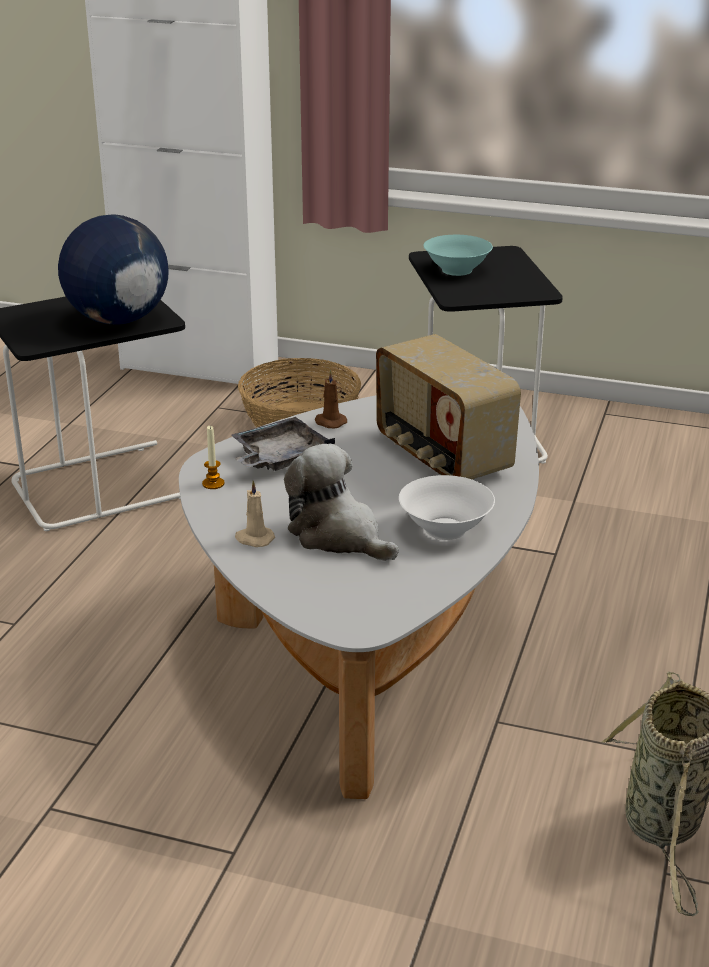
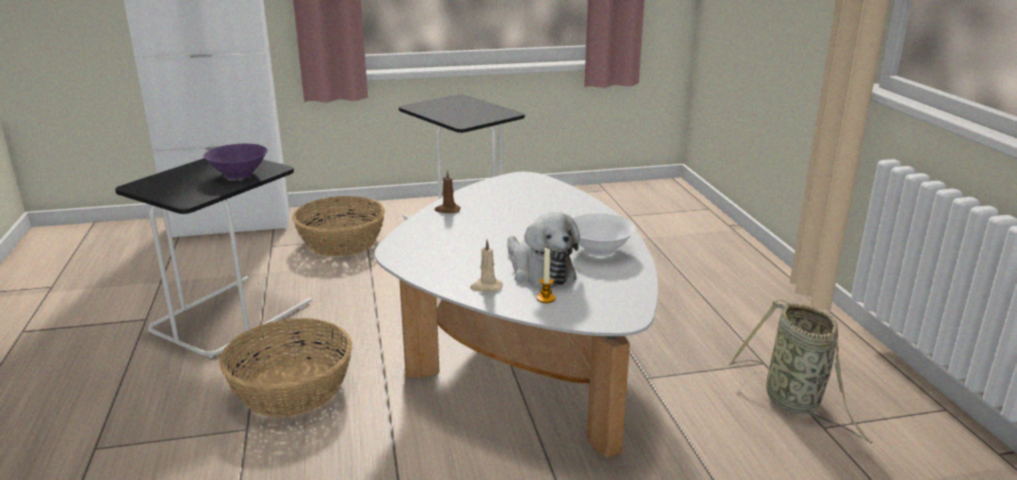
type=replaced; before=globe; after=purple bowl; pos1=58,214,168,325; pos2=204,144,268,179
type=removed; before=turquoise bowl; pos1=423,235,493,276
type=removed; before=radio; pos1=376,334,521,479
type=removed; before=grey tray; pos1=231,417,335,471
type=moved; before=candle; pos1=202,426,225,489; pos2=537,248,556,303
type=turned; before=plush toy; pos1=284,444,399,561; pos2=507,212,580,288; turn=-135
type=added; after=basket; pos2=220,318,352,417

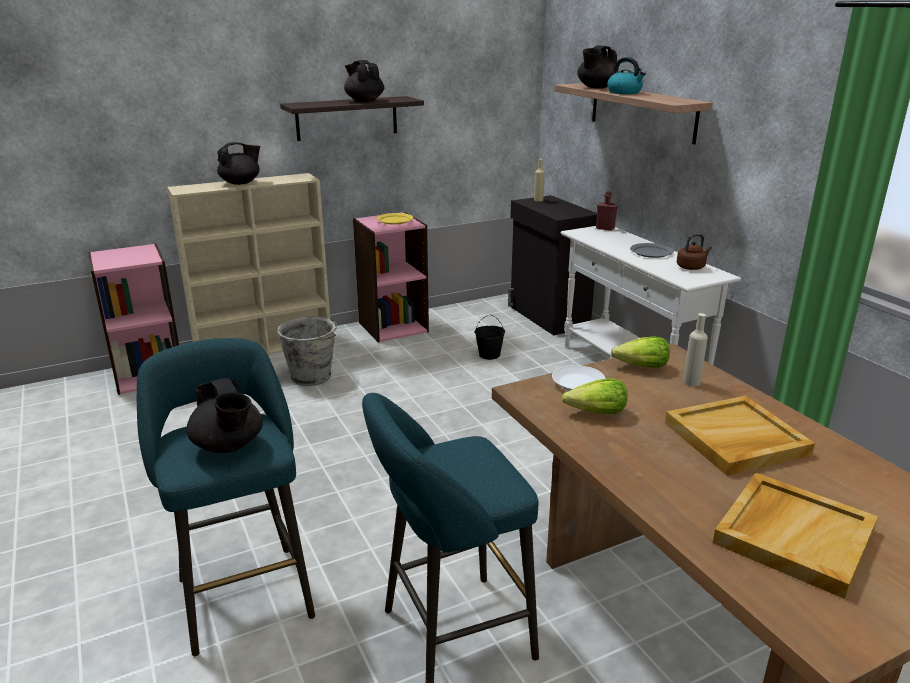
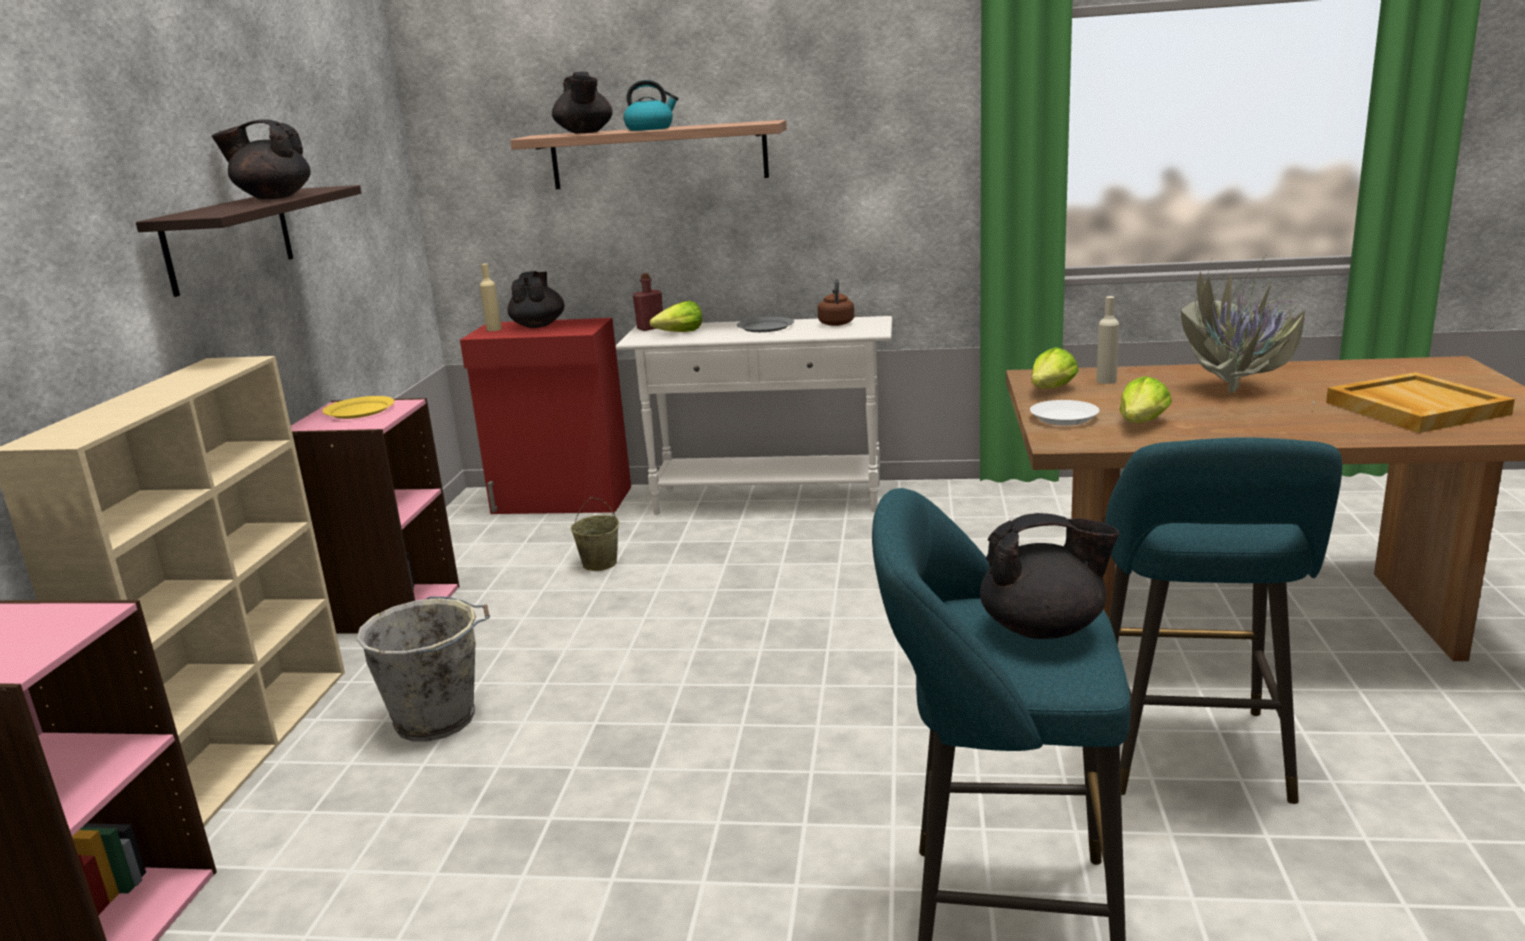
type=moved; before=black teapot; pos1=217,142,260,185; pos2=507,271,564,328
type=recoloured; before=black cabinet; after=red cabinet; pos1=508,195,597,335; pos2=460,318,631,514
type=recoloured; before=black bucket; after=beige bucket; pos1=475,314,505,360; pos2=571,497,619,571
type=replaced; before=beige tray; after=potted plant; pos1=665,396,815,476; pos2=1181,253,1315,404
type=added; after=lettuce; pos2=650,301,702,332

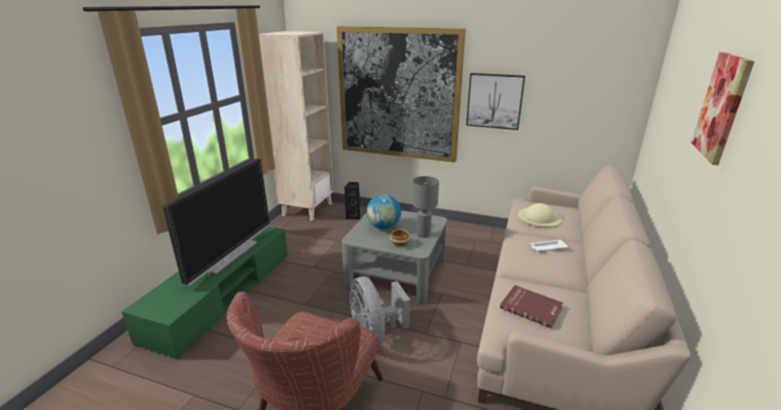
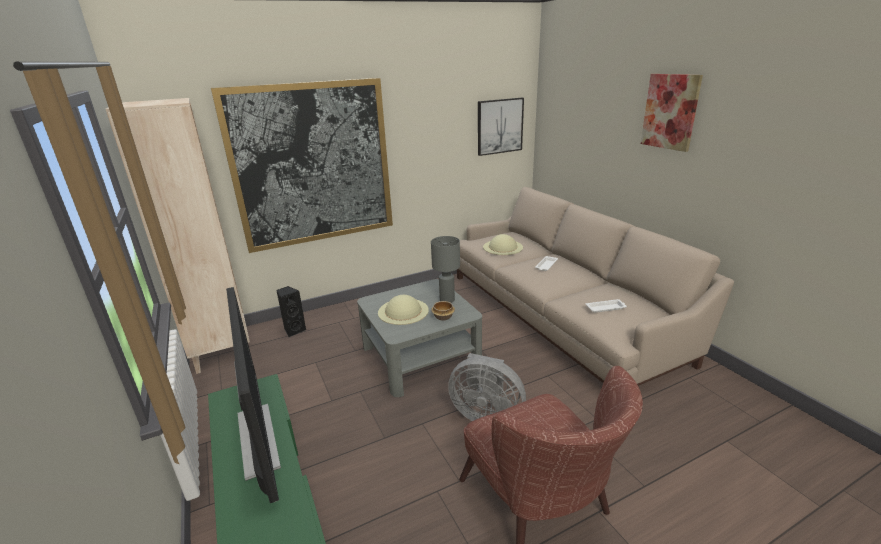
type=moved; before=picture; pos1=466,73,525,130; pos2=478,98,524,156
type=replaced; before=globe; after=beige hat; pos1=366,195,401,229; pos2=378,295,429,325
type=replaced; before=red book; after=white tray; pos1=500,285,563,328; pos2=585,299,627,313

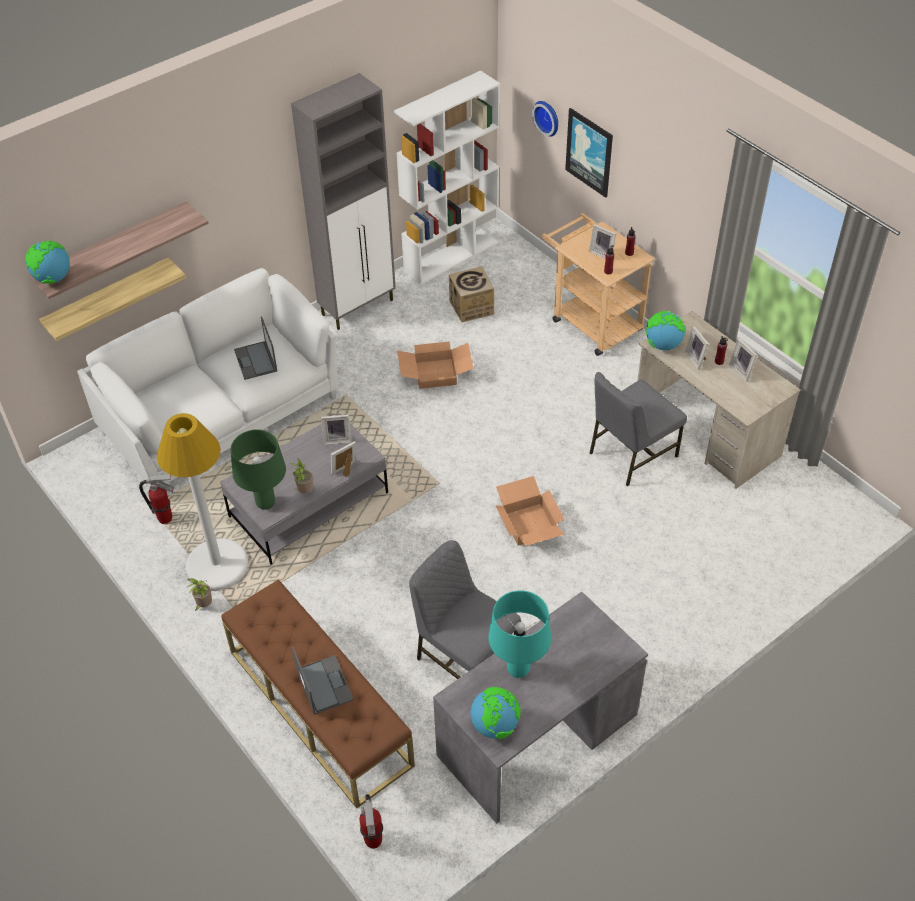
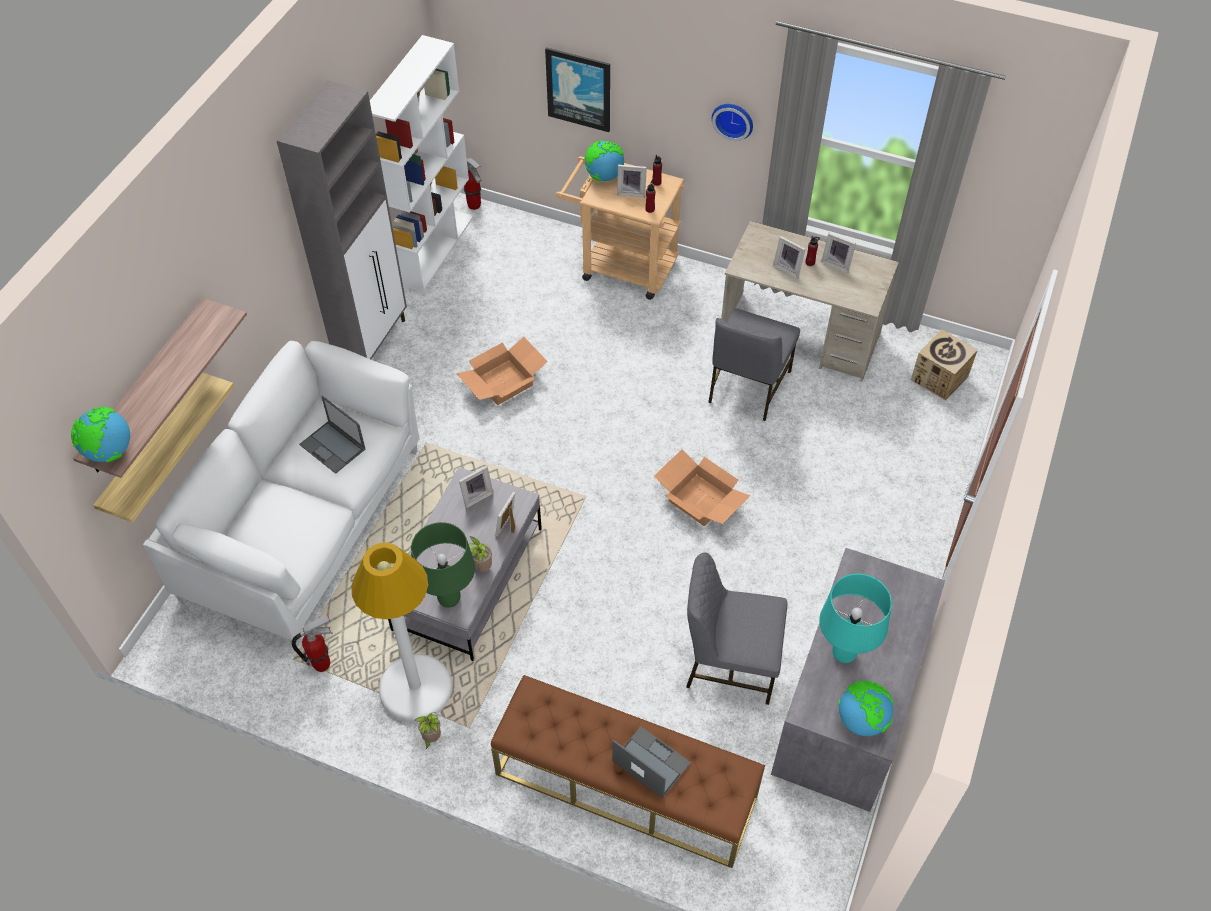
type=moved; before=wall clock; pos1=532,101,558,137; pos2=712,104,753,141
type=moved; before=cardboard box; pos1=449,266,494,322; pos2=911,329,978,400
type=moved; before=globe; pos1=646,311,686,350; pos2=585,140,624,181
type=moved; before=fire extinguisher; pos1=359,794,383,849; pos2=464,158,482,210

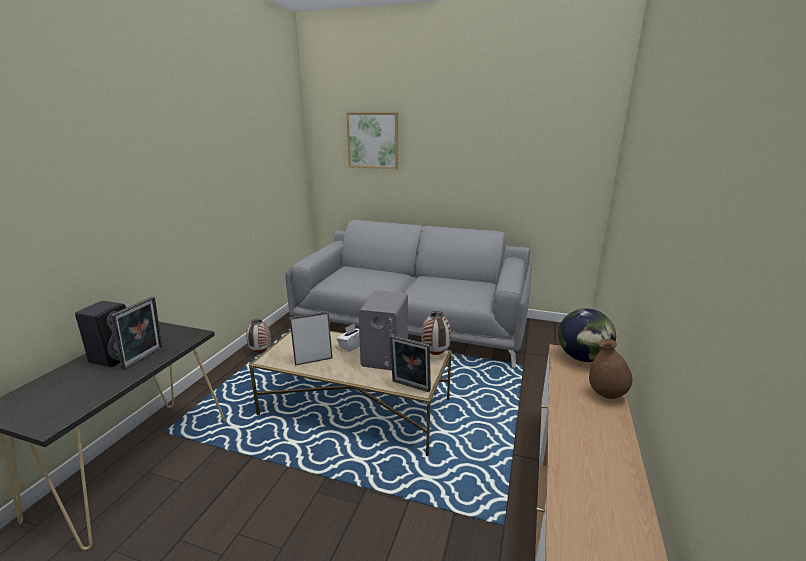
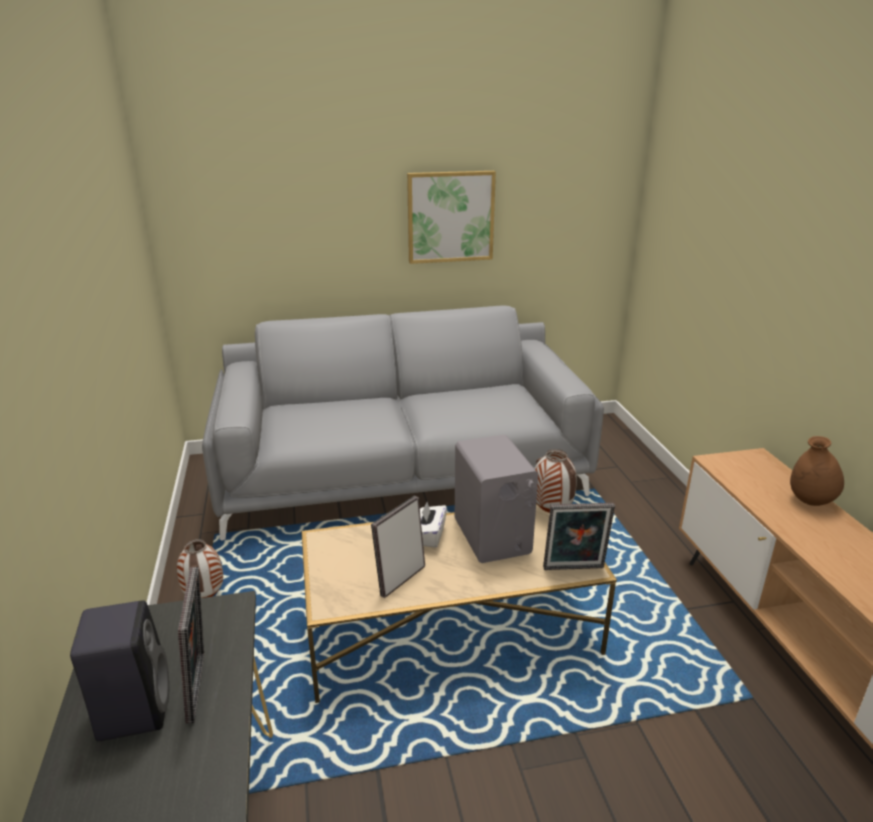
type=moved; before=picture; pos1=346,112,398,169; pos2=407,171,496,264
type=removed; before=globe; pos1=558,309,616,362

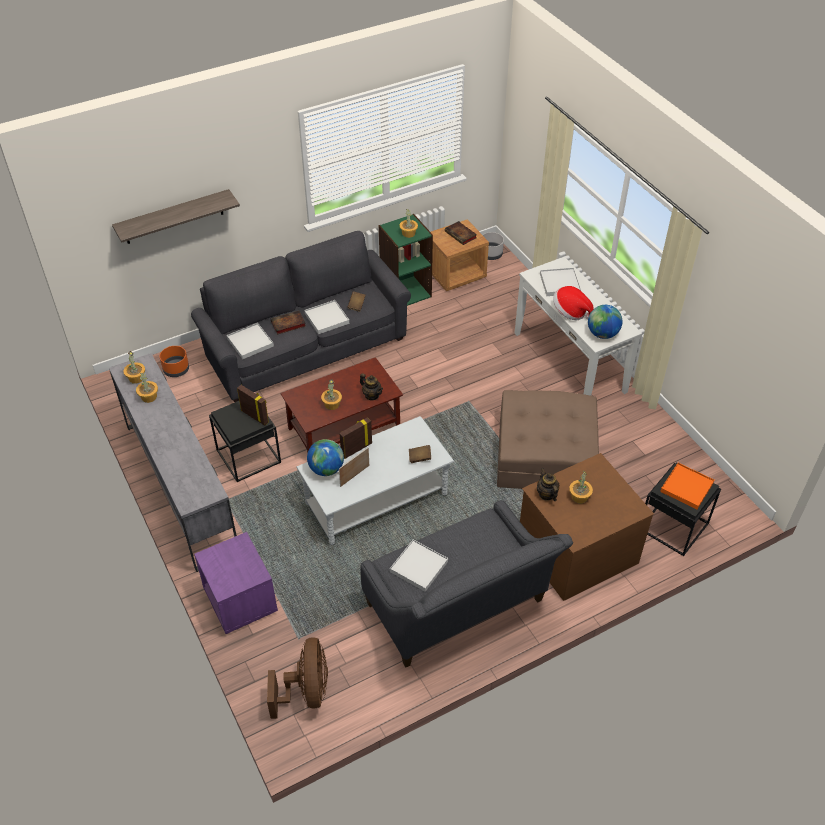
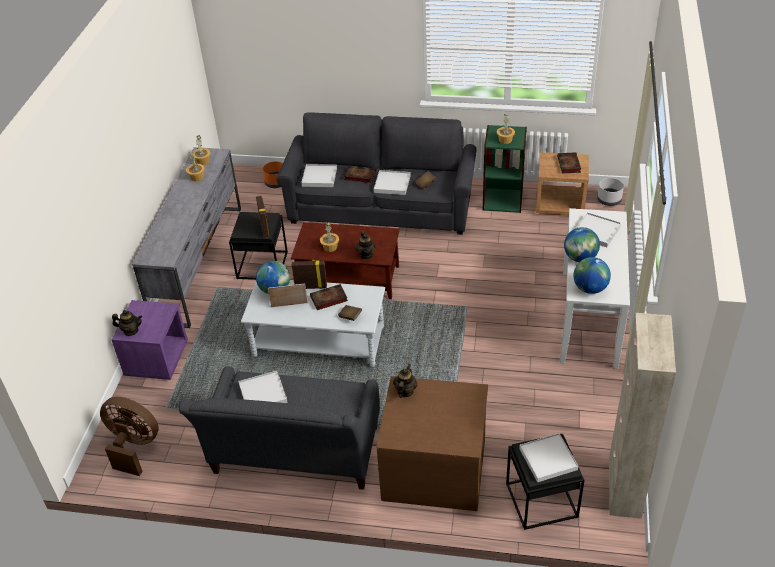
type=removed; before=shelf; pos1=112,189,240,244
type=replaced; before=hat; after=globe; pos1=553,286,594,321; pos2=564,227,600,262
type=removed; before=brown ottoman; pos1=497,390,599,489
type=recoloured; before=orange tray; after=white tray; pos1=660,463,714,509; pos2=519,433,578,482
type=removed; before=potted plant; pos1=569,471,593,503
type=turned; before=brown fan; pos1=267,637,328,719; pos2=100,397,159,476; turn=-105
type=added; after=book; pos2=310,284,348,310
type=added; after=teapot; pos2=112,310,142,336
type=added; after=beige cabinet; pos2=609,313,676,519

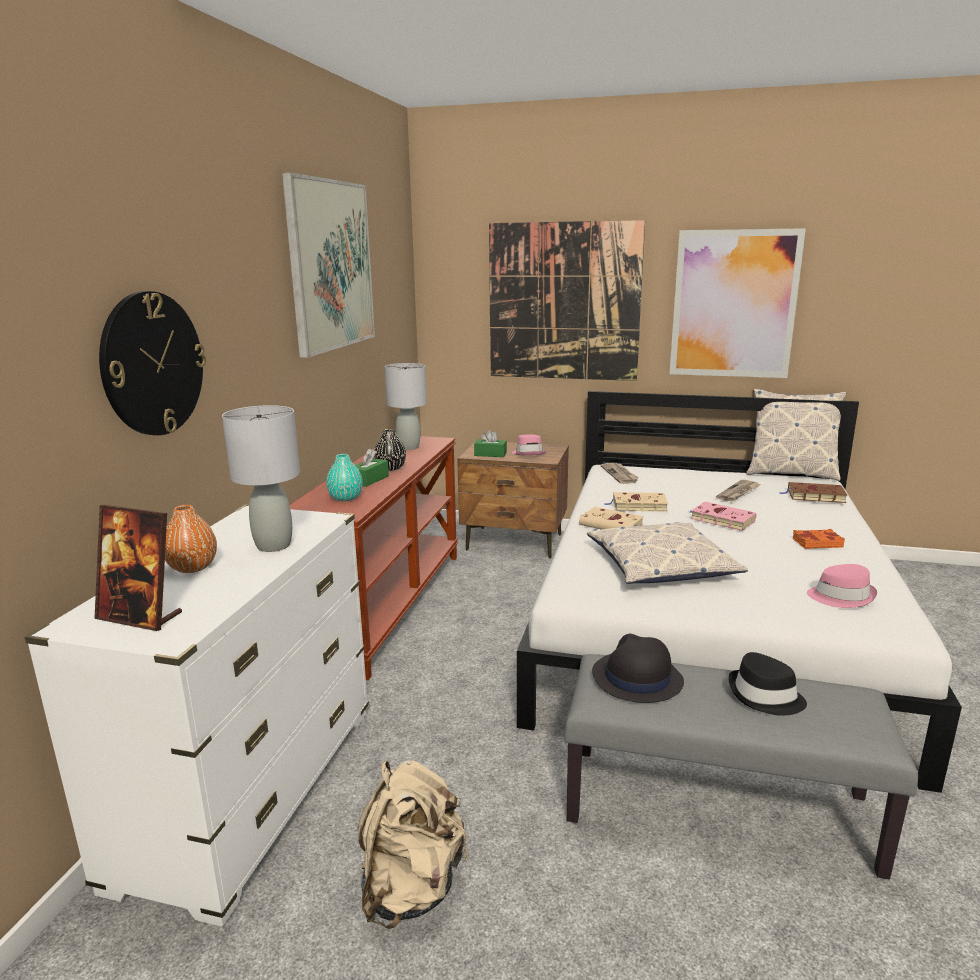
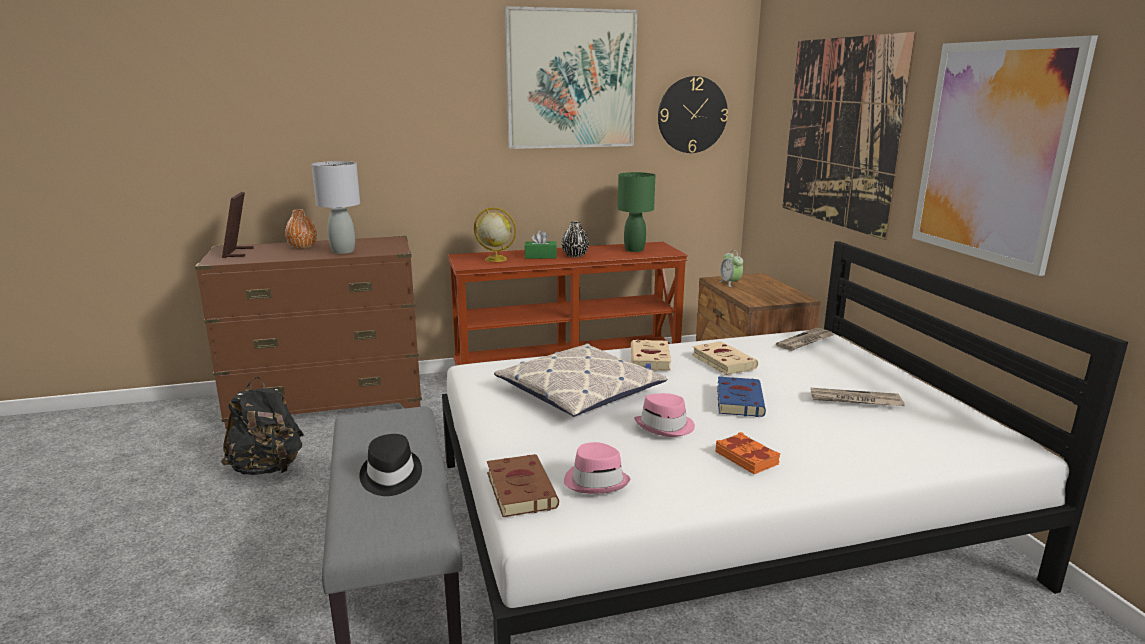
type=moved; before=wall clock; pos1=99,291,206,435; pos2=658,76,728,153
type=recoloured; before=grey table lamp; after=green table lamp; pos1=385,363,427,450; pos2=618,172,655,252
type=removed; before=pillow; pos1=746,389,846,481
type=replaced; before=green tissue box; after=alarm clock; pos1=474,430,507,457; pos2=719,250,743,287
type=moved; before=pink hat; pos1=512,434,546,455; pos2=634,393,695,437
type=replaced; before=turquoise vase; after=globe; pos1=326,454,363,501; pos2=474,207,516,262
type=moved; before=brown book; pos1=779,482,847,503; pos2=487,454,559,517
type=recoloured; before=pink book; after=blue book; pos1=690,502,756,531; pos2=717,377,766,417
type=recoloured; before=white dresser; after=brown dresser; pos1=25,505,369,927; pos2=195,236,422,429
type=removed; before=black hat; pos1=592,634,684,703
type=recoloured; before=beige backpack; after=black backpack; pos1=358,761,468,929; pos2=221,377,304,475

